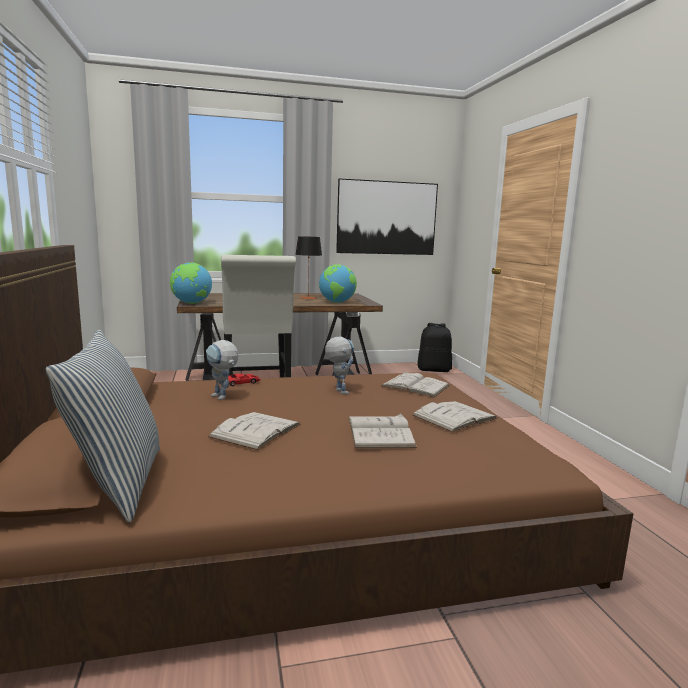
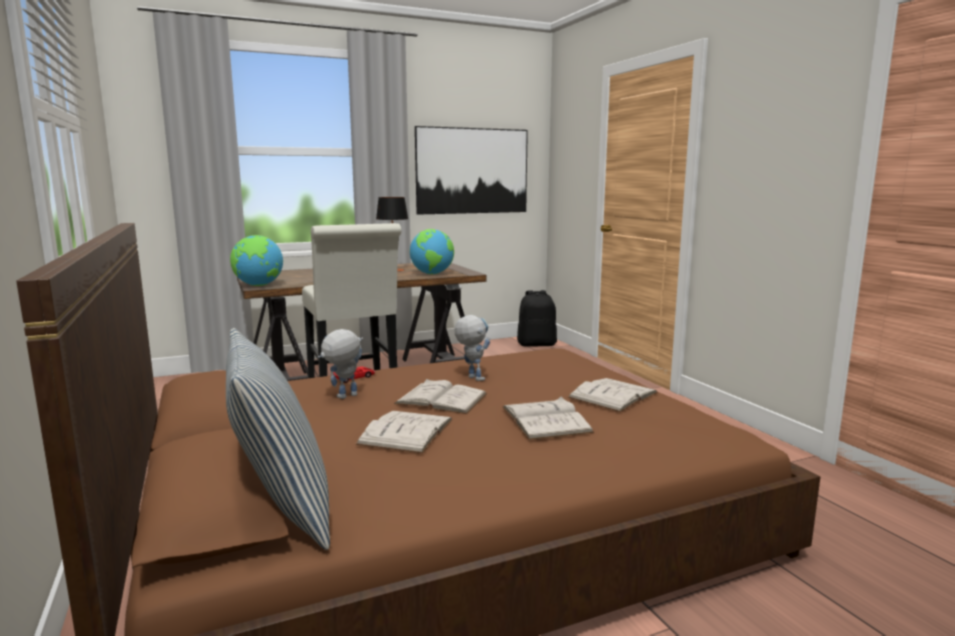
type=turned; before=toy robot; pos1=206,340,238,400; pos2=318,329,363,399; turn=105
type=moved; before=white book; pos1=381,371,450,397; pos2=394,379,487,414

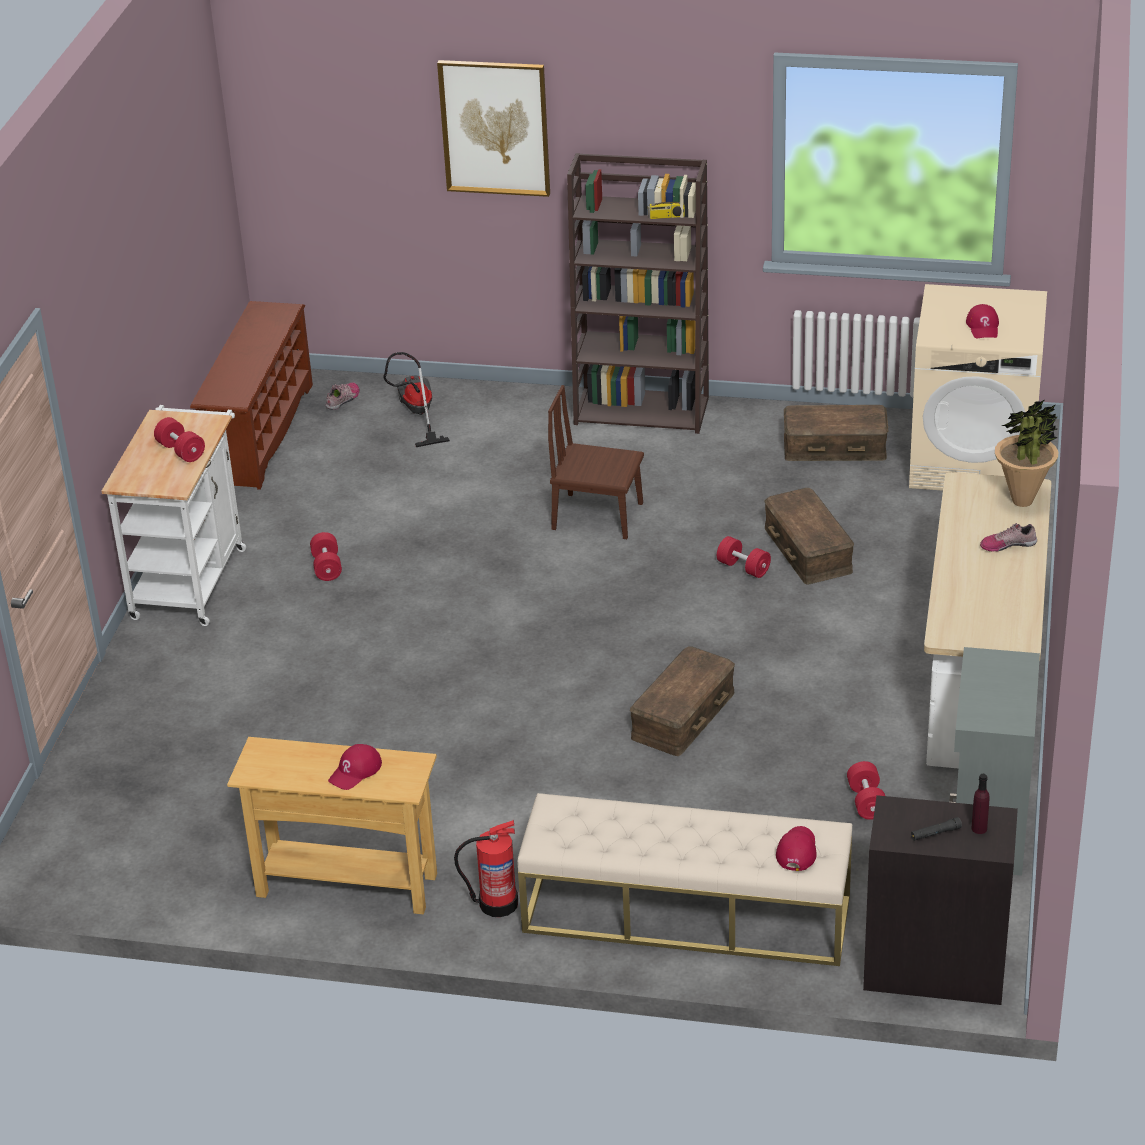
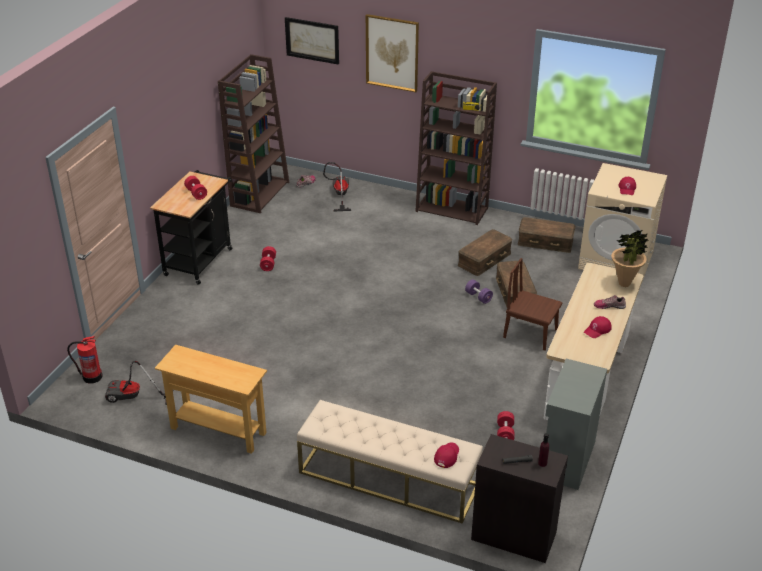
type=replaced; before=brown shoe rack; after=brown bookcase; pos1=190,301,313,490; pos2=218,54,289,213
type=moved; before=brown chair; pos1=548,385,644,539; pos2=503,258,562,350
type=recoloured; before=white cart; after=black cart; pos1=102,405,246,626; pos2=150,170,232,285
type=recoloured; before=red dumbbell; after=purple dumbbell; pos1=717,536,771,578; pos2=465,279,493,304
type=moved; before=brown storage box; pos1=630,646,735,756; pos2=458,229,512,276
type=moved; before=red cap; pos1=328,744,382,790; pos2=584,316,612,338
type=moved; before=fire extinguisher; pos1=454,820,518,917; pos2=67,336,103,384
type=added; after=picture; pos2=285,17,339,64
type=added; after=vacuum cleaner; pos2=105,361,167,405

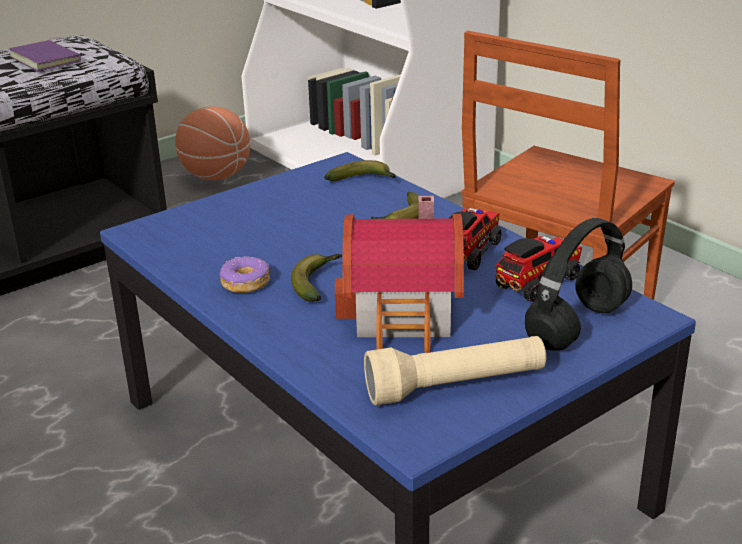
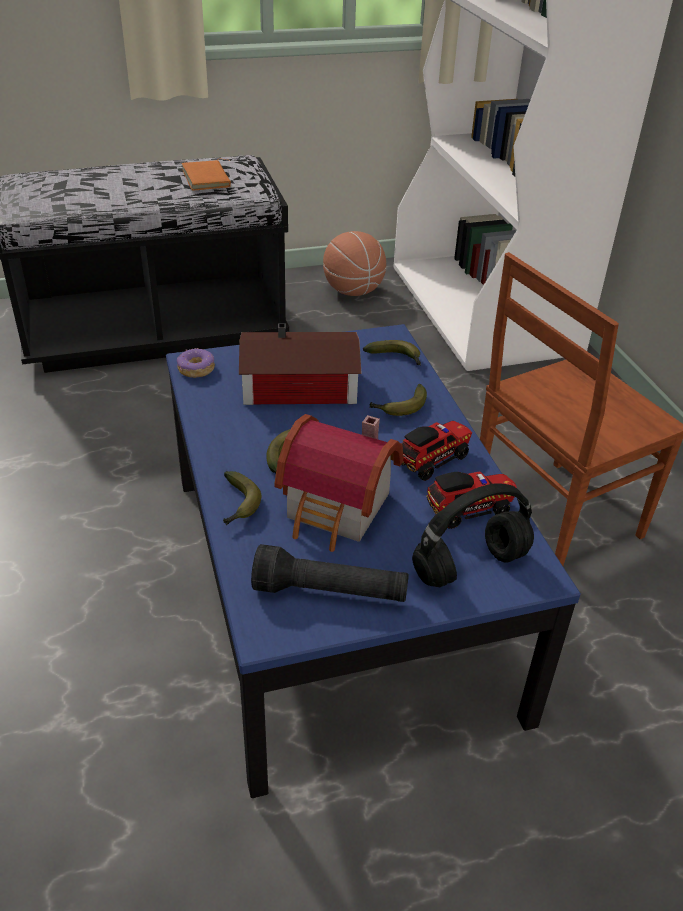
type=recoloured; before=purple book; after=orange book; pos1=9,38,81,72; pos2=182,159,231,191
type=moved; before=donut; pos1=220,257,270,293; pos2=177,348,215,378
type=recoloured; before=beige flashlight; after=black flashlight; pos1=364,336,546,406; pos2=251,544,409,602
type=added; after=toy house; pos2=239,324,362,405
type=added; after=banana; pos2=223,471,261,525

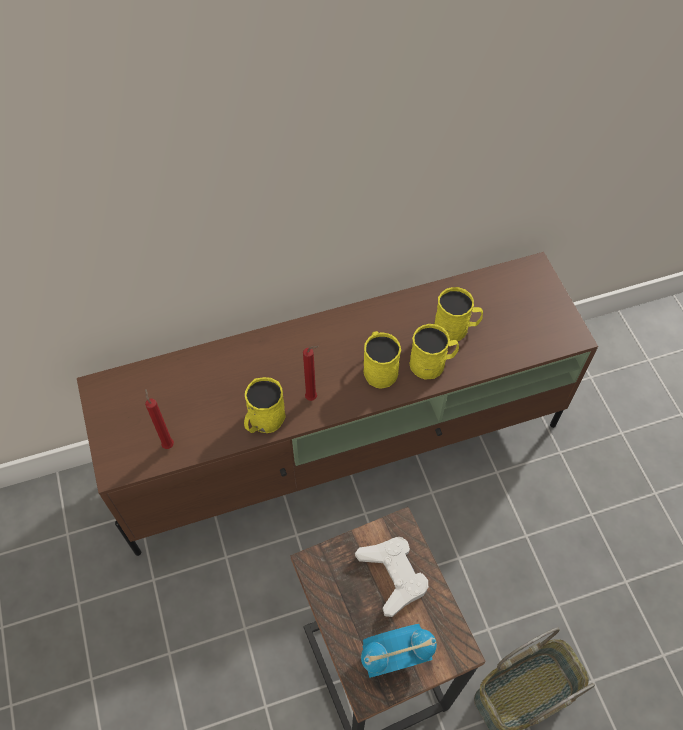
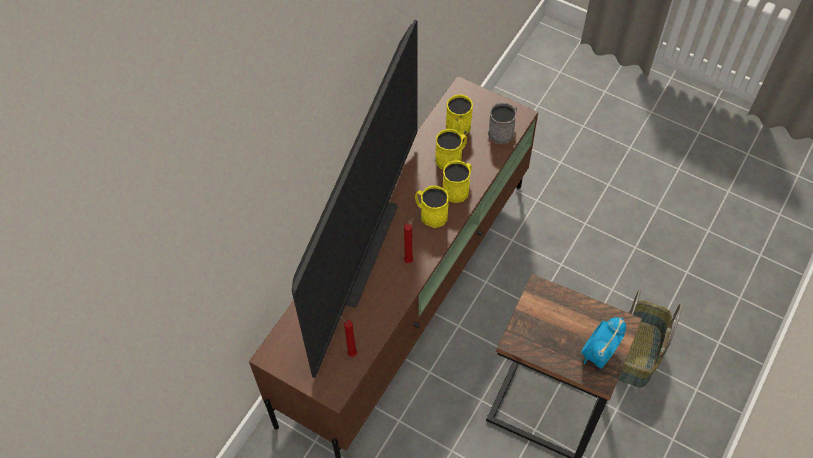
type=moved; before=yellow mug; pos1=244,377,286,433; pos2=446,94,473,135
type=removed; before=white game controller; pos1=355,537,428,617
type=added; after=television; pos2=292,20,418,378
type=added; after=grey mug; pos2=488,102,517,144

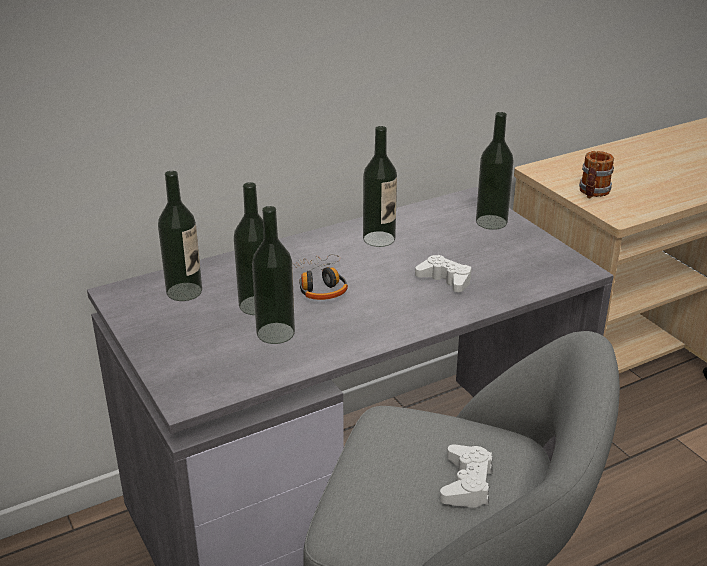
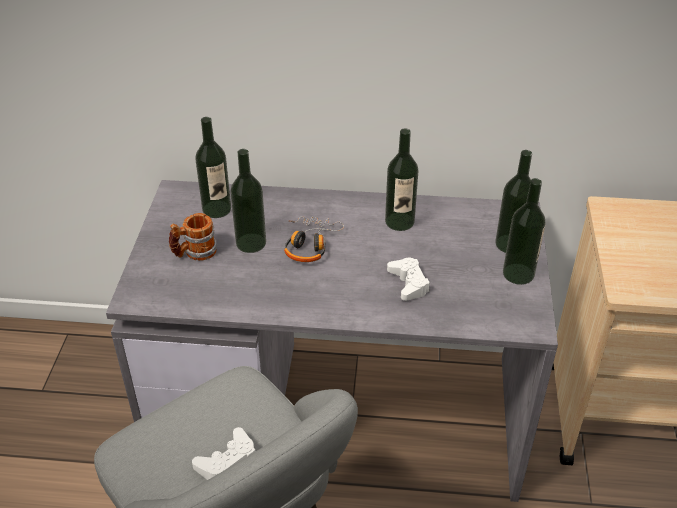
type=moved; before=mug; pos1=579,151,614,198; pos2=169,213,217,261
type=moved; before=bottle; pos1=252,206,295,344; pos2=503,178,546,285

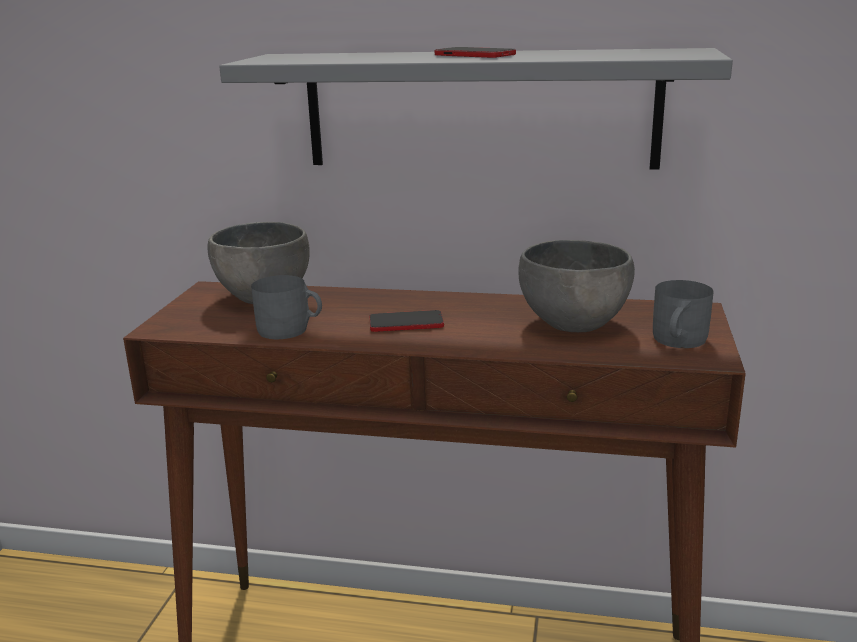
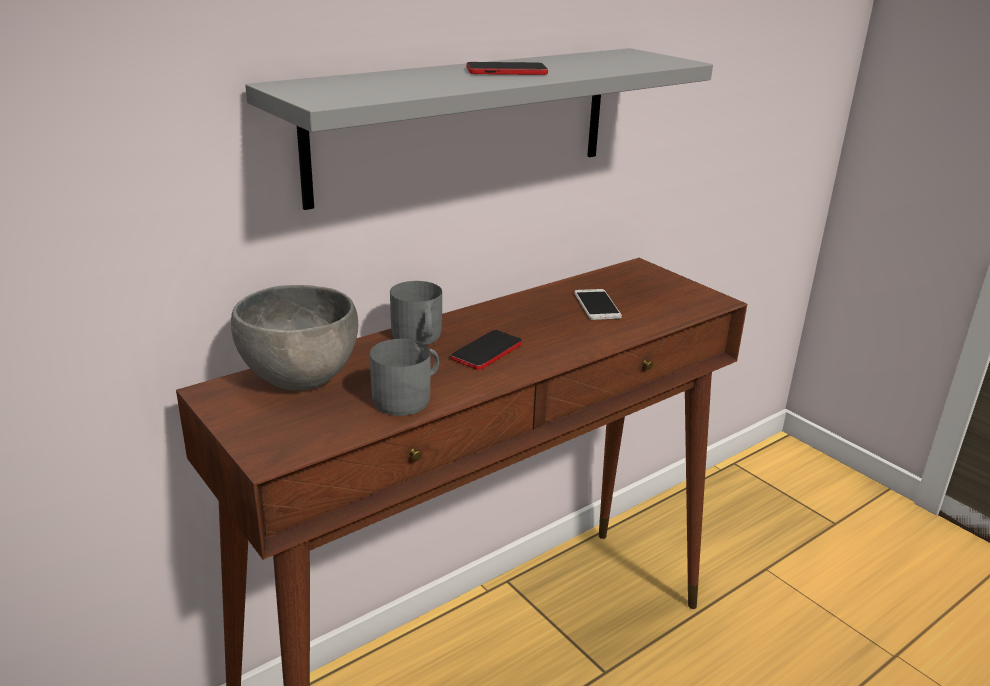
type=replaced; before=grey bowl; after=phone; pos1=519,240,635,332; pos2=574,289,622,320
type=moved; before=grey mug; pos1=653,280,714,348; pos2=390,281,442,345

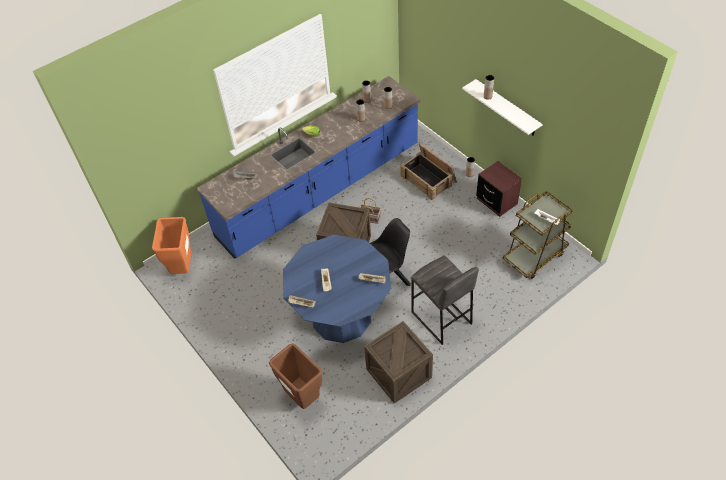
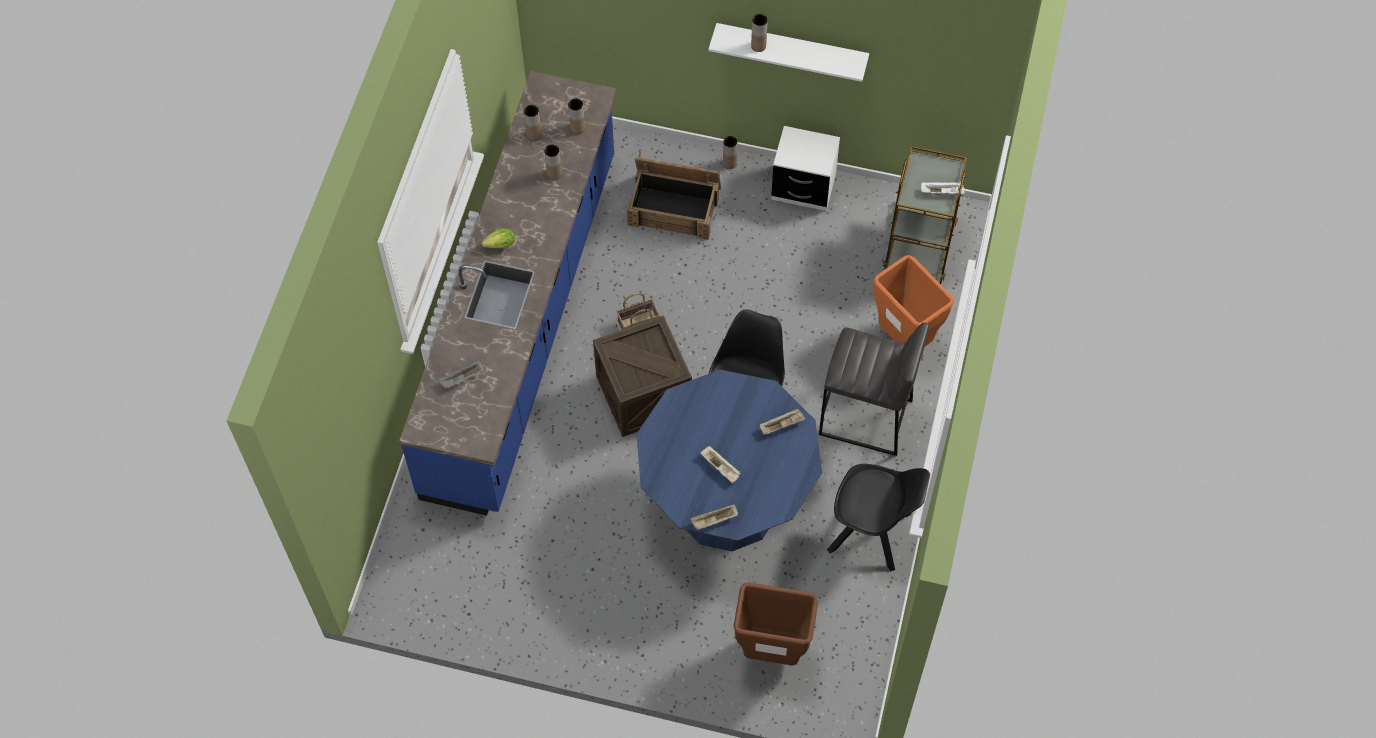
type=recoloured; before=brown nightstand; after=white nightstand; pos1=476,161,522,217; pos2=771,126,840,211
type=moved; before=orange trash can; pos1=152,217,192,274; pos2=873,255,954,346
type=replaced; before=crate; after=black chair; pos1=364,321,433,404; pos2=827,464,930,572

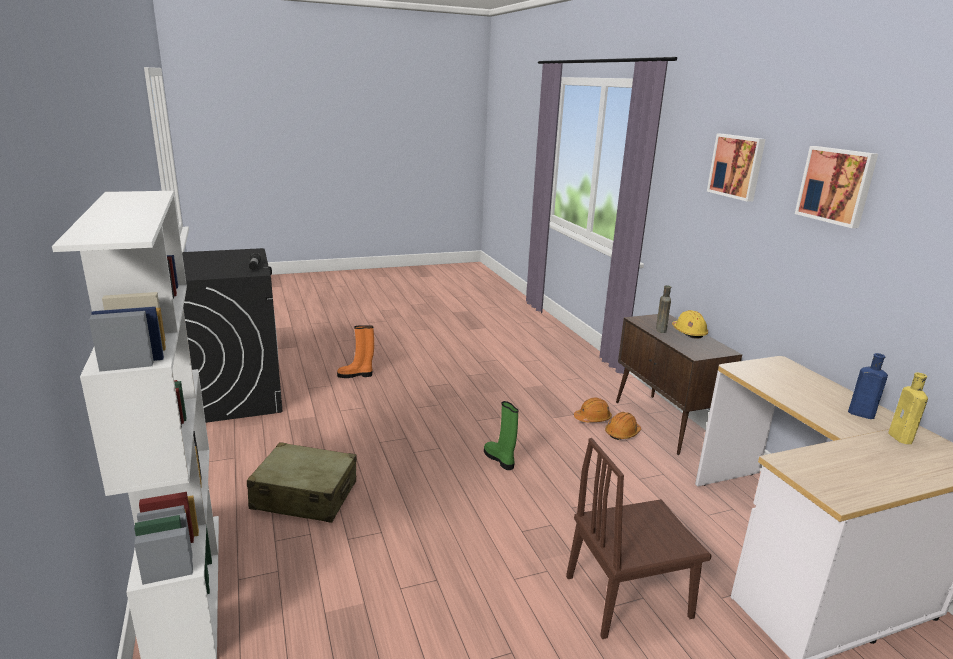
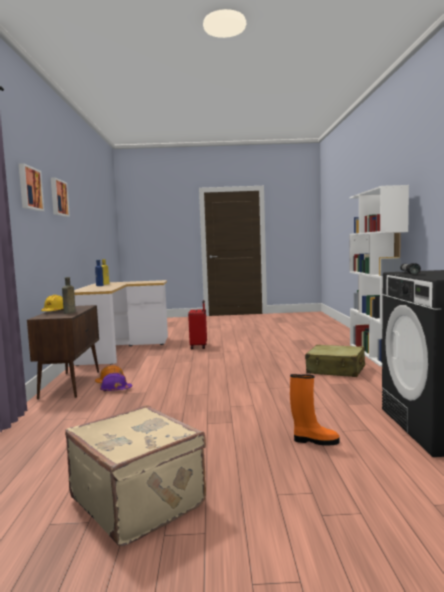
type=recoloured; before=orange hard hat; after=purple hard hat; pos1=574,398,612,422; pos2=100,373,132,392
type=removed; before=green boot; pos1=484,401,519,470
type=replaced; before=brown chair; after=red suitcase; pos1=566,438,712,639; pos2=188,300,207,349
type=added; after=beige suitcase; pos2=65,405,206,546

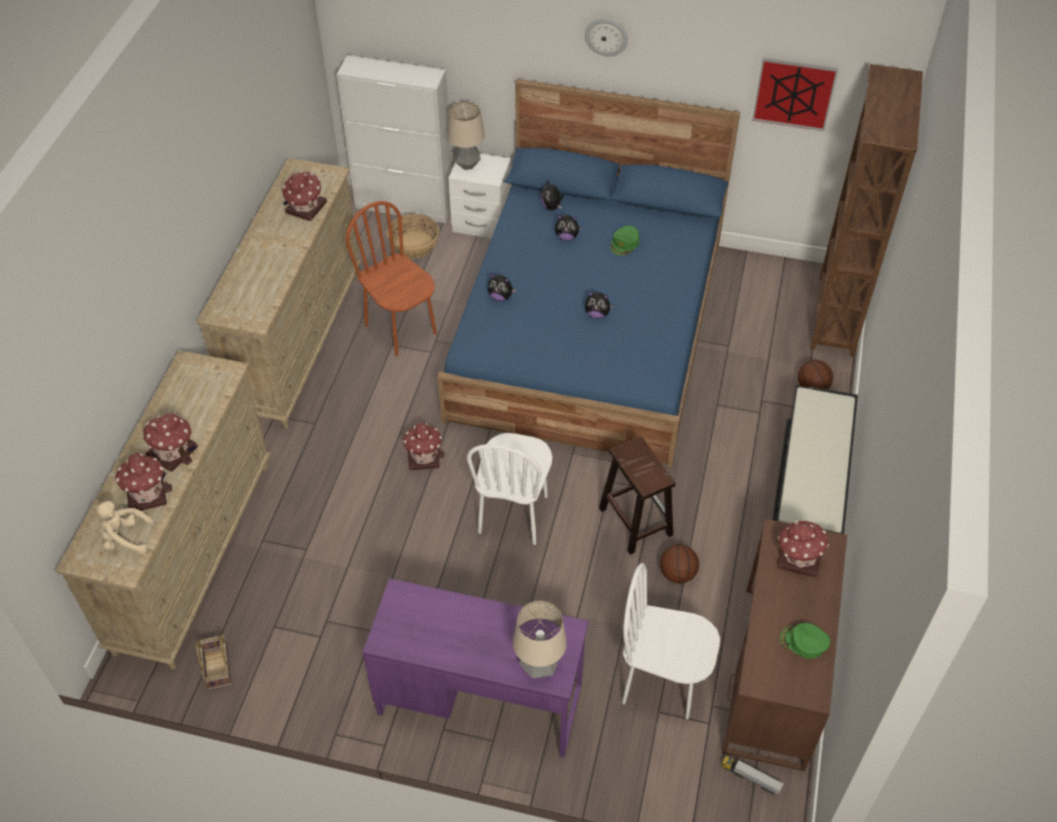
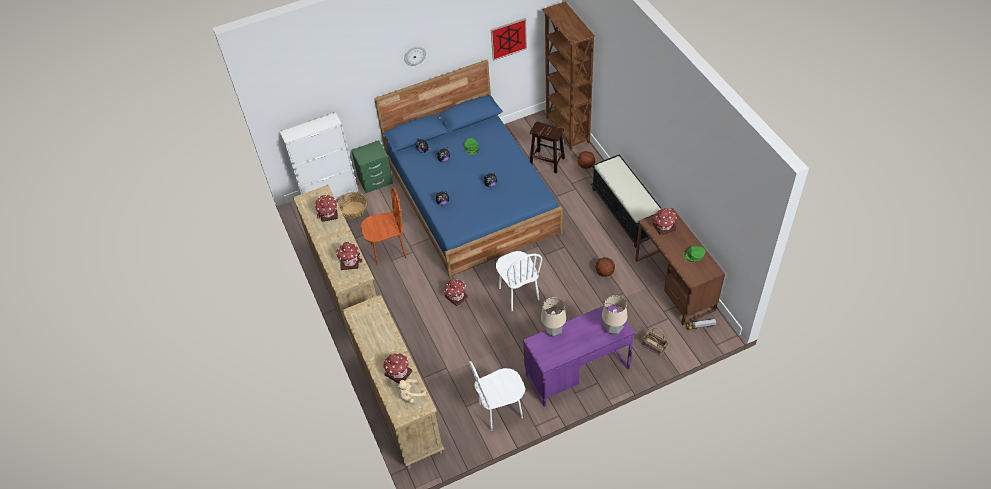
type=moved; before=table lamp; pos1=447,102,485,170; pos2=541,297,566,336
type=recoloured; before=white nightstand; after=green nightstand; pos1=448,153,511,238; pos2=351,140,393,193
type=turned; before=brown chair; pos1=346,201,437,356; pos2=361,187,407,265; turn=150
type=moved; before=toy house; pos1=142,413,198,472; pos2=336,242,362,270
type=moved; before=brown stool; pos1=599,436,675,555; pos2=530,121,565,173
type=moved; before=white chair; pos1=622,563,720,720; pos2=469,361,525,431
type=moved; before=basket; pos1=196,635,232,690; pos2=642,328,668,356

